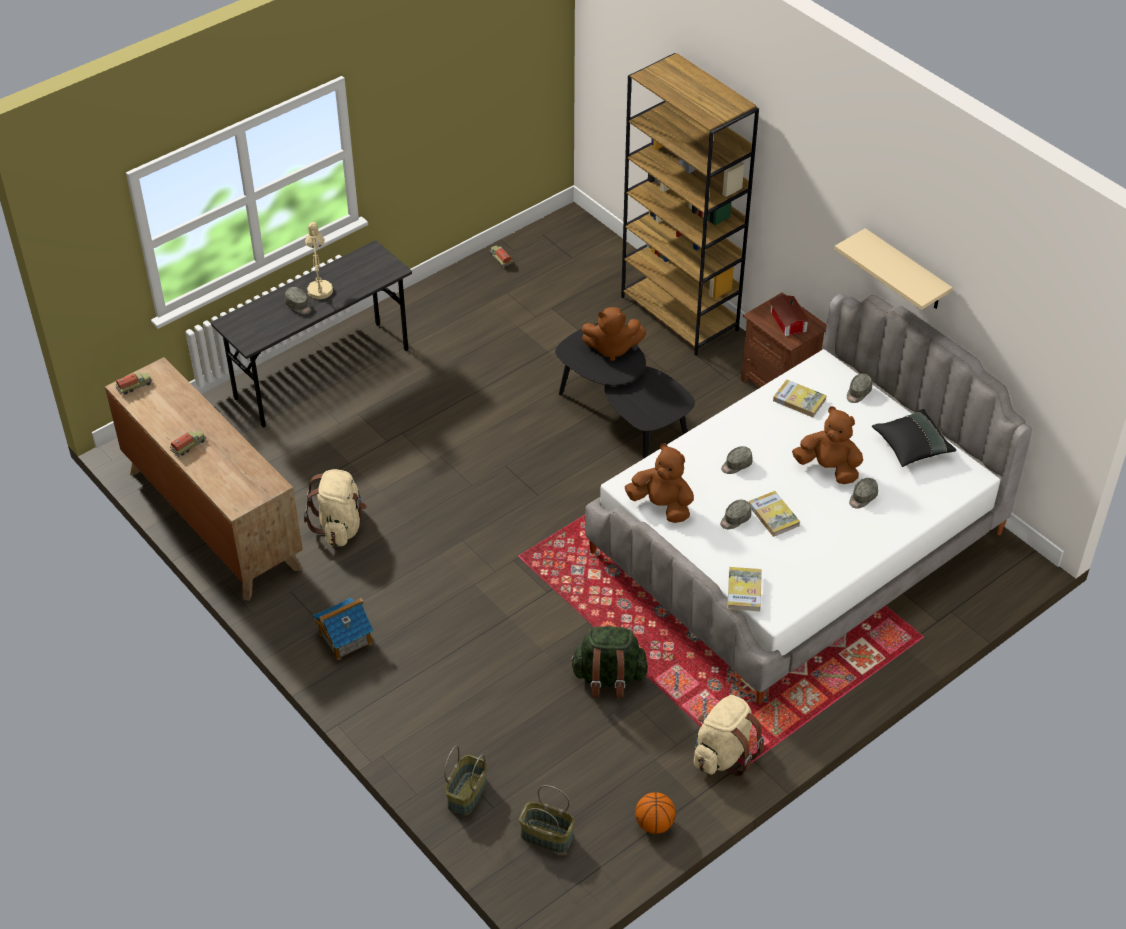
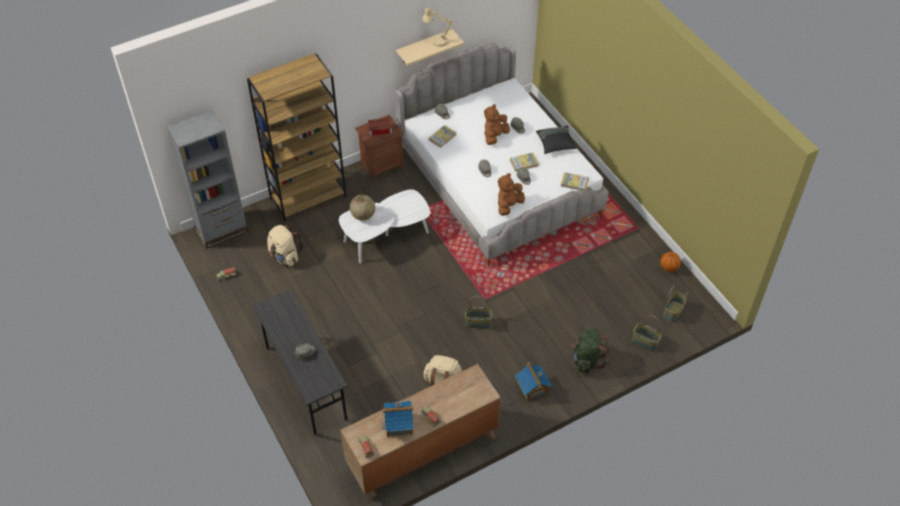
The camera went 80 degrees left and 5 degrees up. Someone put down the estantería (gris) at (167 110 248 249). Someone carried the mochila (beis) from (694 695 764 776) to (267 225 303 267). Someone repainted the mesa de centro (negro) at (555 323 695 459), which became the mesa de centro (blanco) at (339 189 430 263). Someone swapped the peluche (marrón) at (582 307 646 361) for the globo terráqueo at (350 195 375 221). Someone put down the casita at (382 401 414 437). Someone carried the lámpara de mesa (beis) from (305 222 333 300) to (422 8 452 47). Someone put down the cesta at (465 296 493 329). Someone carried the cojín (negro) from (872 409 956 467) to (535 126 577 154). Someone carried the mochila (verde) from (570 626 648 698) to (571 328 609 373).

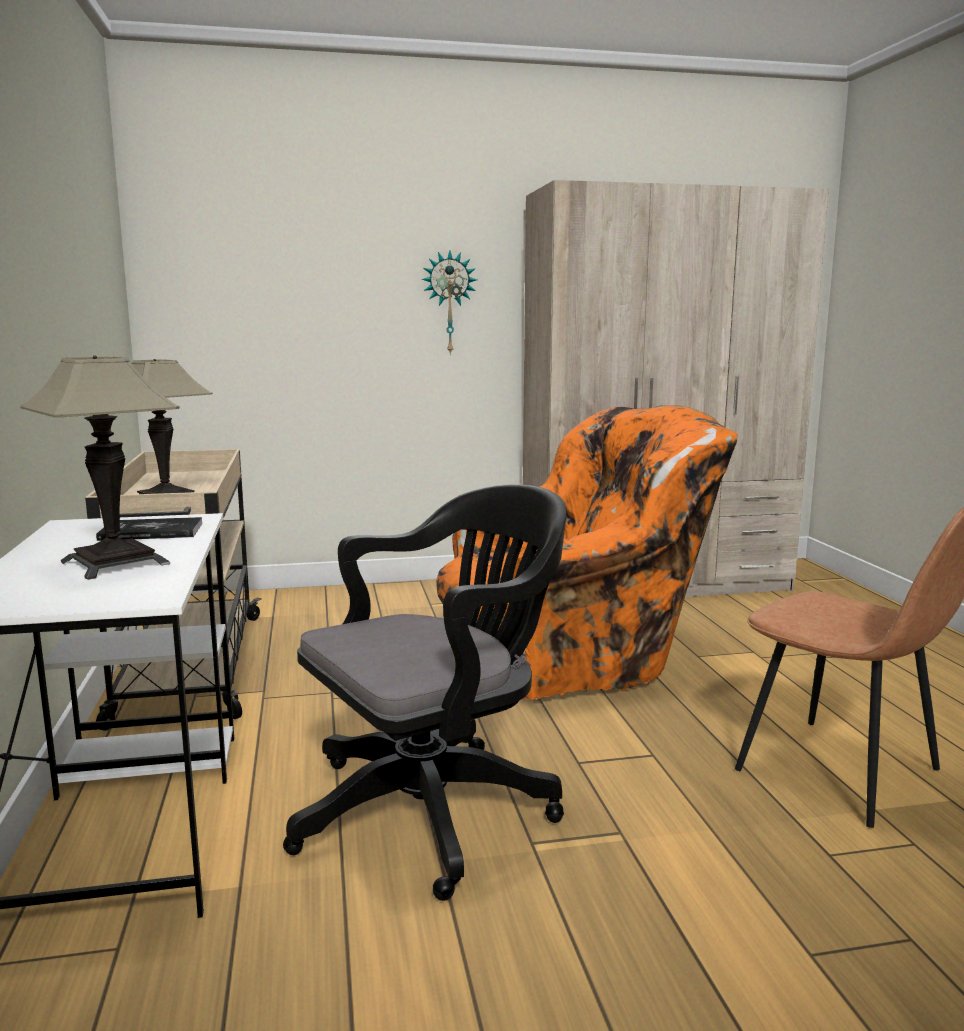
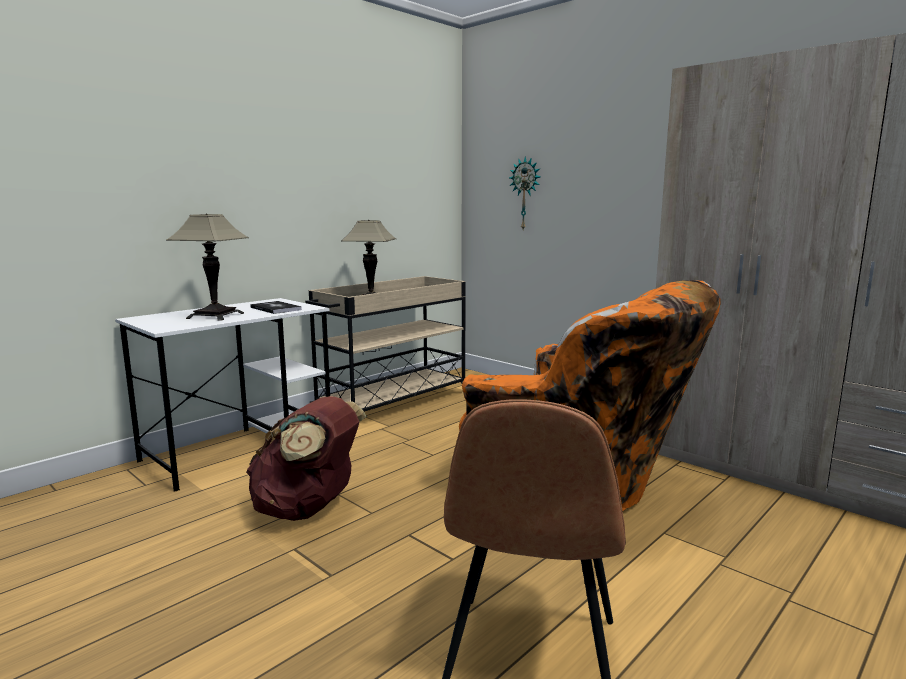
The camera went 55 degrees right and 0 degrees up. Someone swapped the silla de oficina (negro) at (283 484 567 901) for the mochila (marrón) at (246 396 367 521). Someone carried the reloj de pared from (422 250 477 355) to (509 157 540 229).

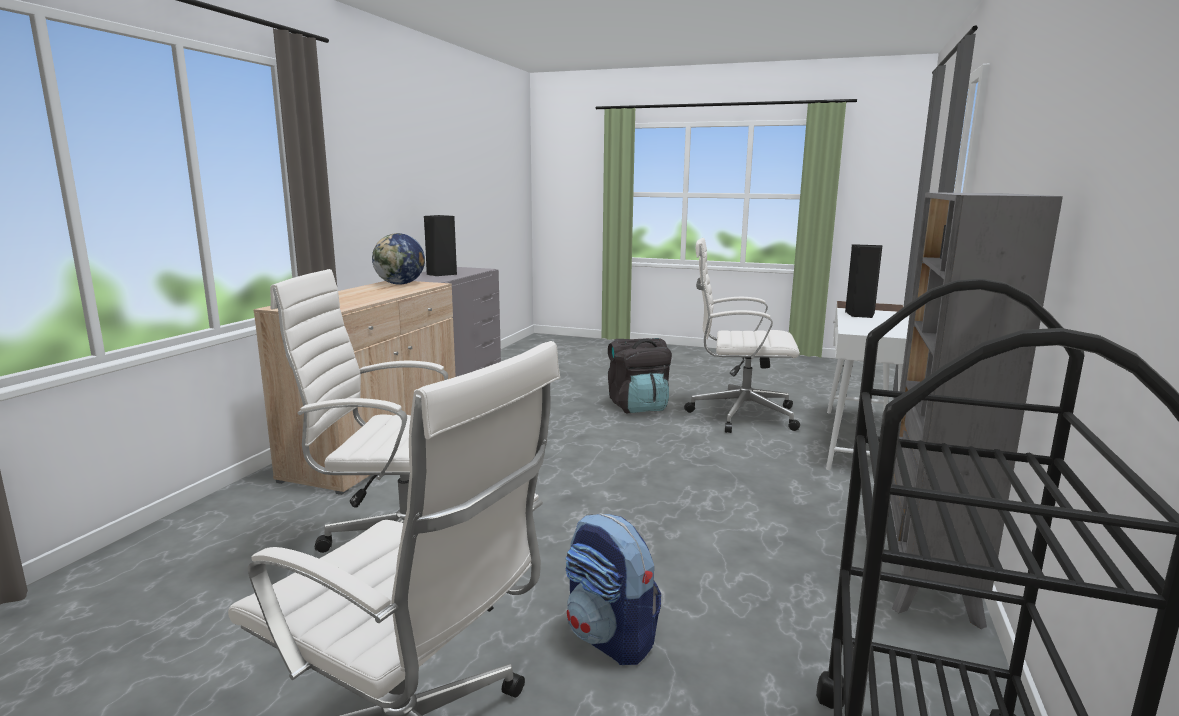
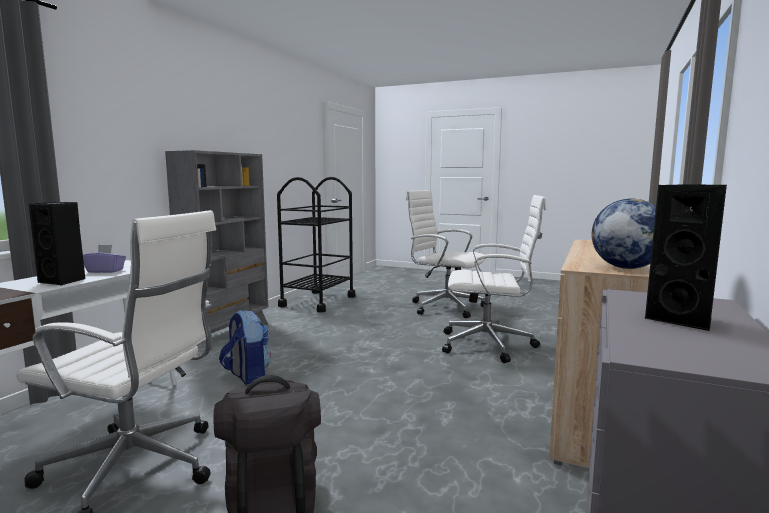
The camera went 175 degrees left and 5 degrees down. Someone put down the caja de pañuelos (morado) at (83 245 126 273). Someone carried the mochila from (566 513 661 665) to (219 310 271 385).

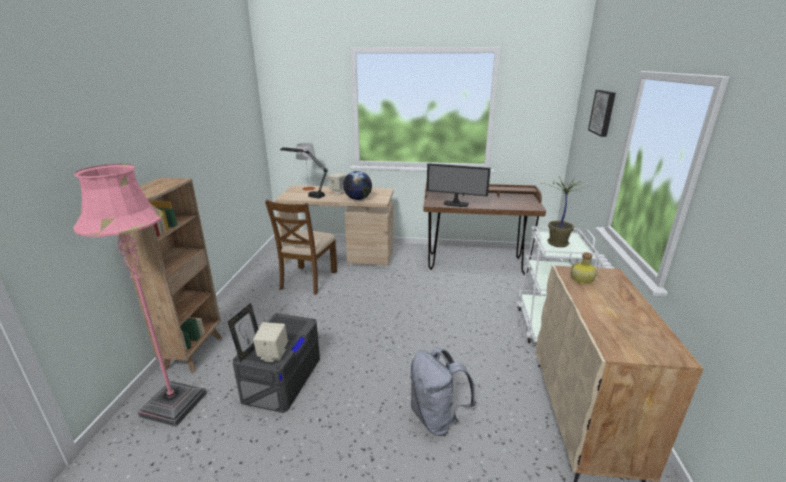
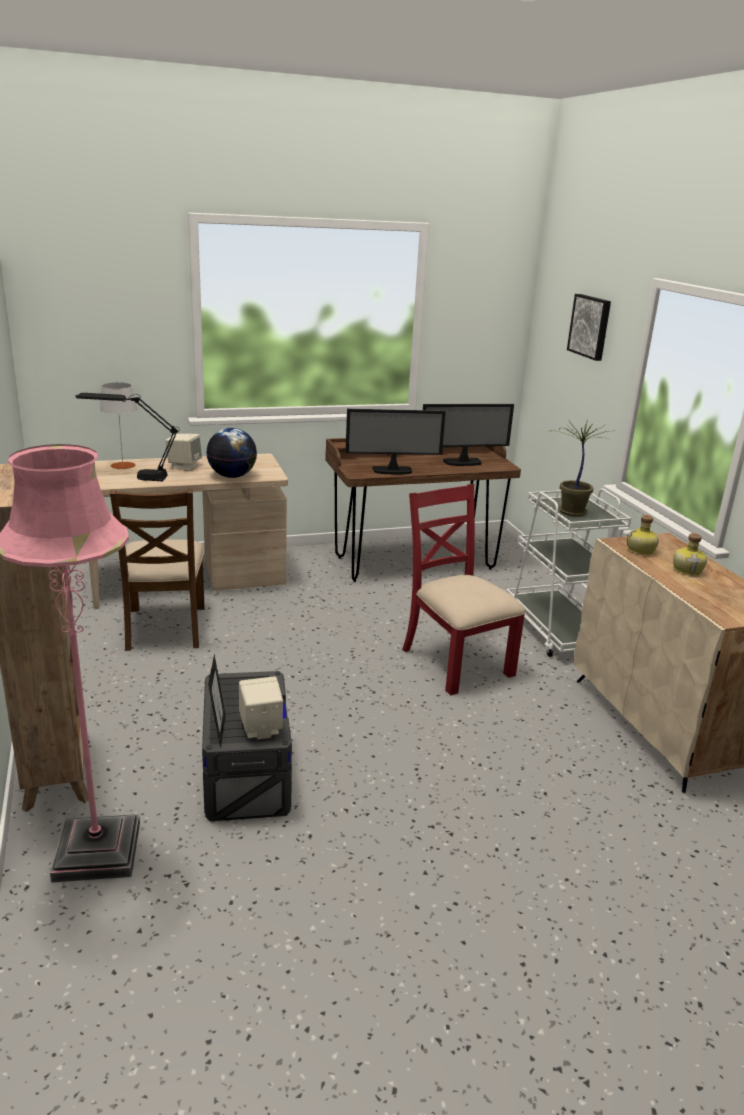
The camera went 25 degrees left and 0 degrees up. Someone put down the silla (rojo) at (402 484 525 695). Someone put down the monitor at (423 404 514 466). Someone put down the botella at (673 533 707 576). Someone took away the mochila (gris) at (410 347 476 436).

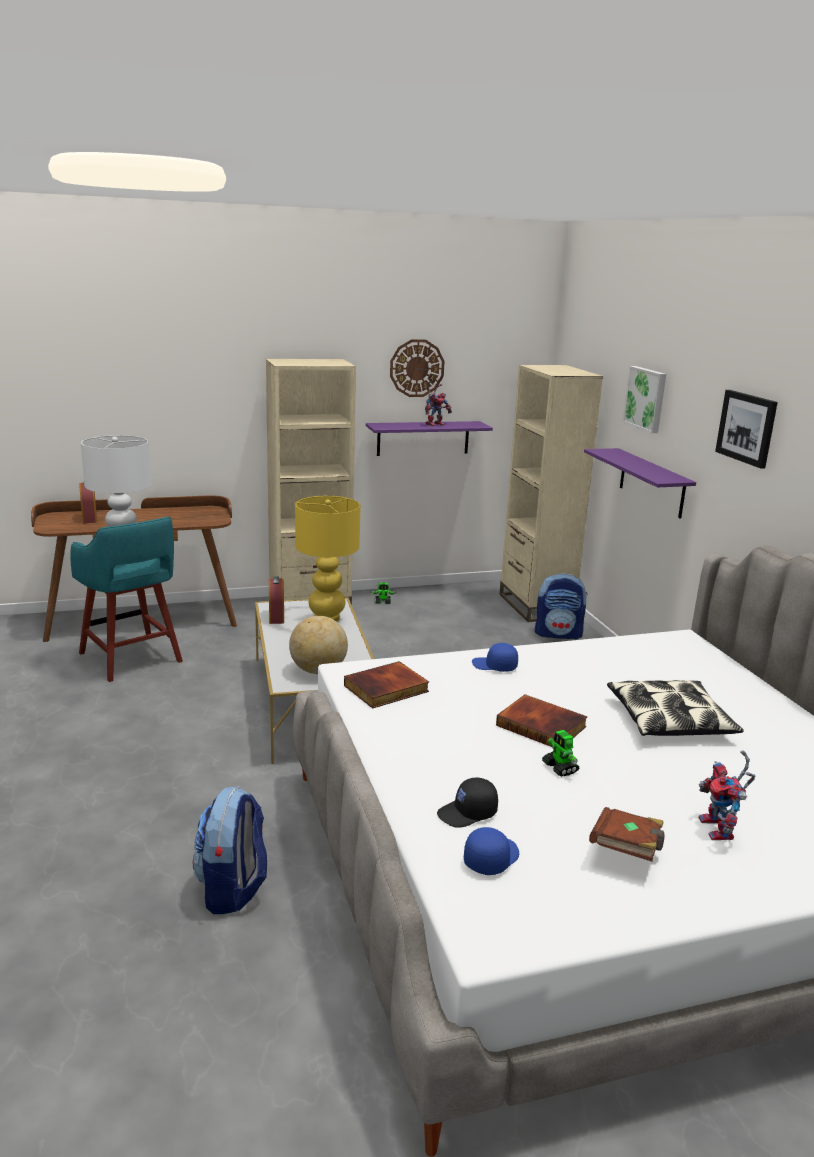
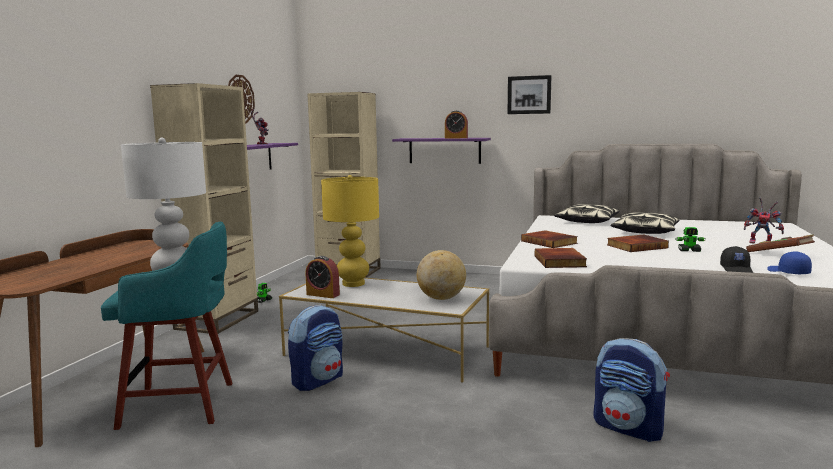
The camera went 55 degrees left and 10 degrees down. Someone carried the mochila from (535 573 588 639) to (288 304 343 391). Someone carried the despertador from (80 483 97 523) to (445 110 468 138). Someone swapped the gorra (azul) at (472 643 518 672) for the libro at (521 230 578 248). Someone put down the cojín at (554 204 619 223). Someone took away the cuadro at (623 366 666 433).

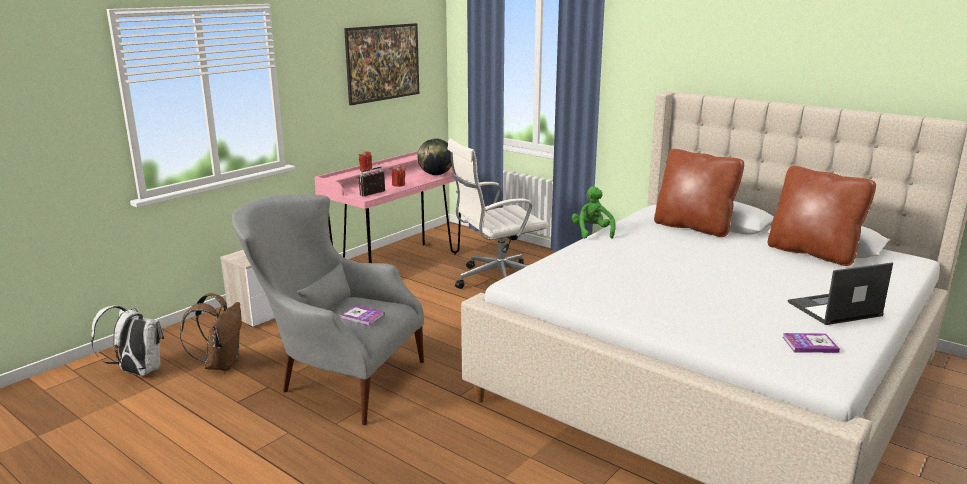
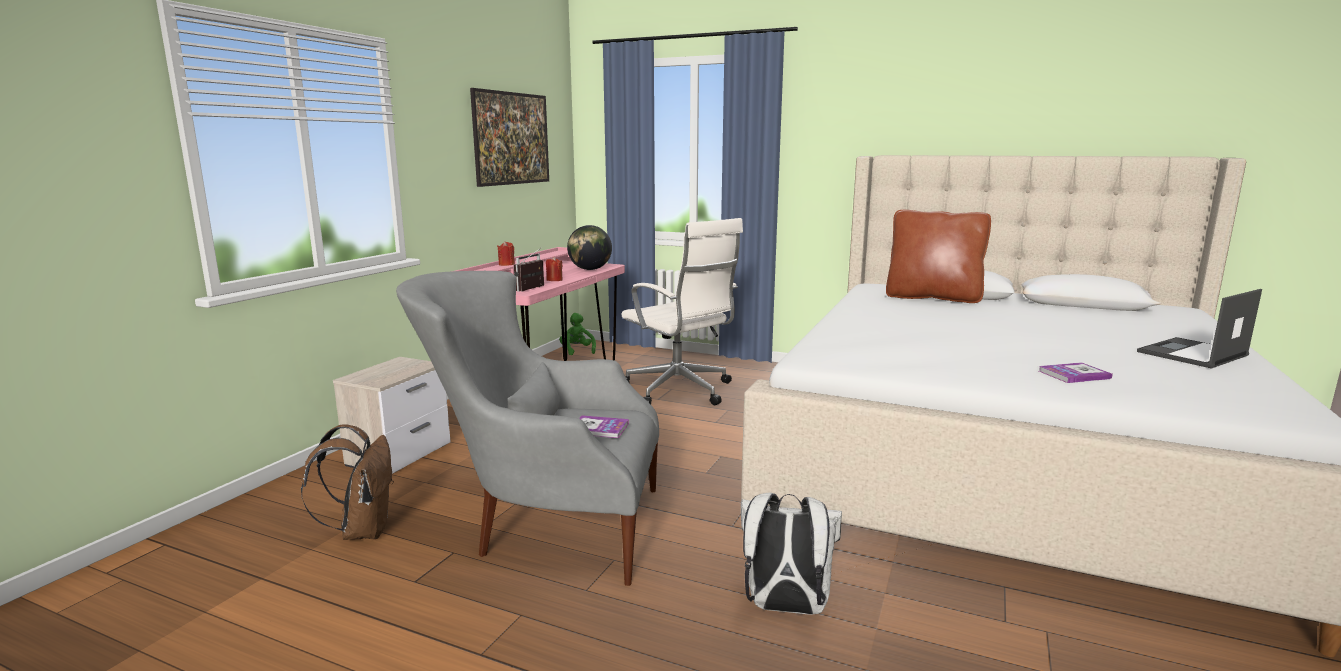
The camera went 15 degrees left and 5 degrees down. Someone carried the peluche (verde) from (572 186 616 238) to (559 313 596 355). Someone rotated the silla de oficina (blanco) at (447 138 549 289) by 90 degrees counterclockwise. Someone carried the mochila (blanco) from (91 305 164 376) to (741 492 842 615). Someone carried the libro from (783 333 840 353) to (1039 362 1113 383). Someone took away the cojín (marrón) at (768 166 876 266).

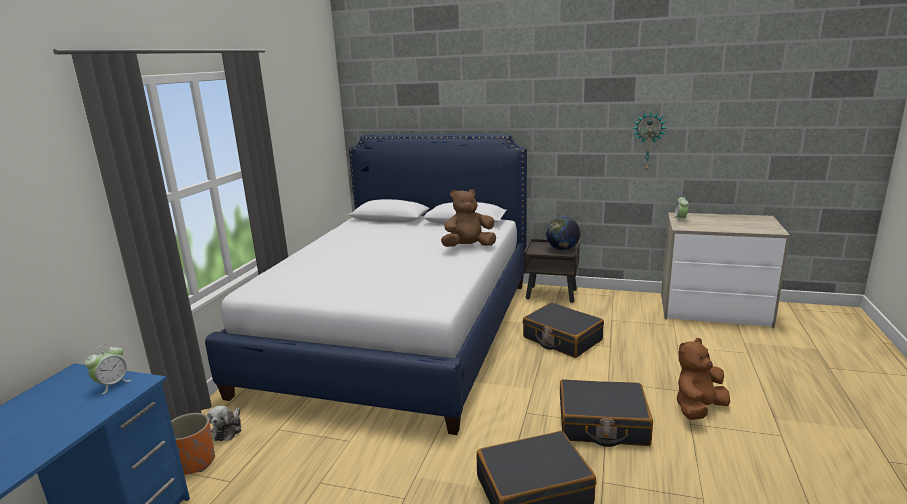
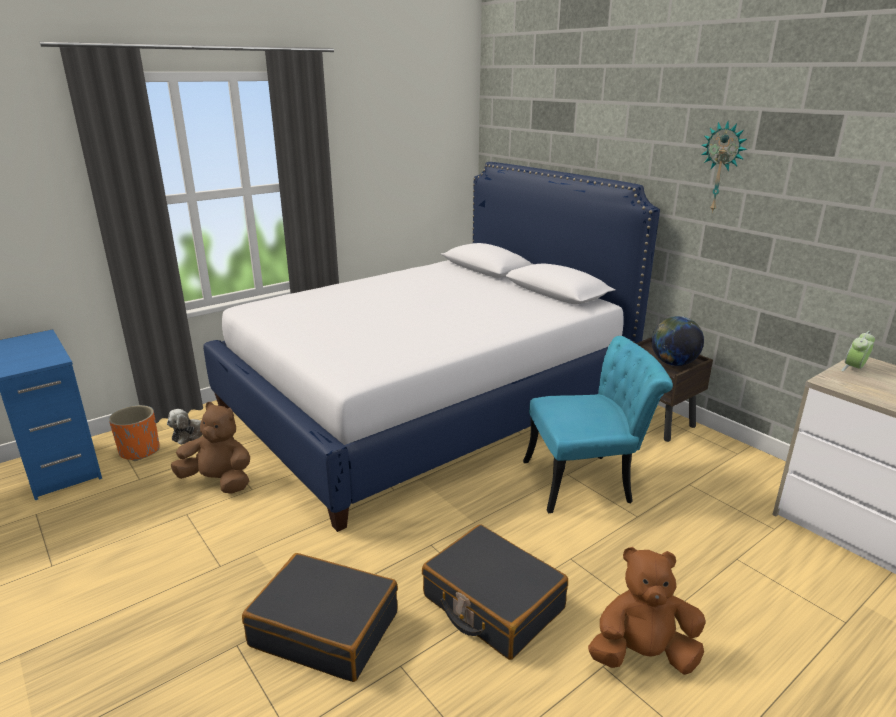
The camera went 35 degrees right and 5 degrees up. Someone carried the peluche (marrón) from (441 189 496 247) to (171 402 250 494). Someone swapped the maleta (negro) at (523 302 604 358) for the silla (turquesa) at (523 336 673 513). Someone carried the reloj de pared from (633 112 667 171) to (701 121 747 213). Someone took away the despertador at (85 345 131 395).

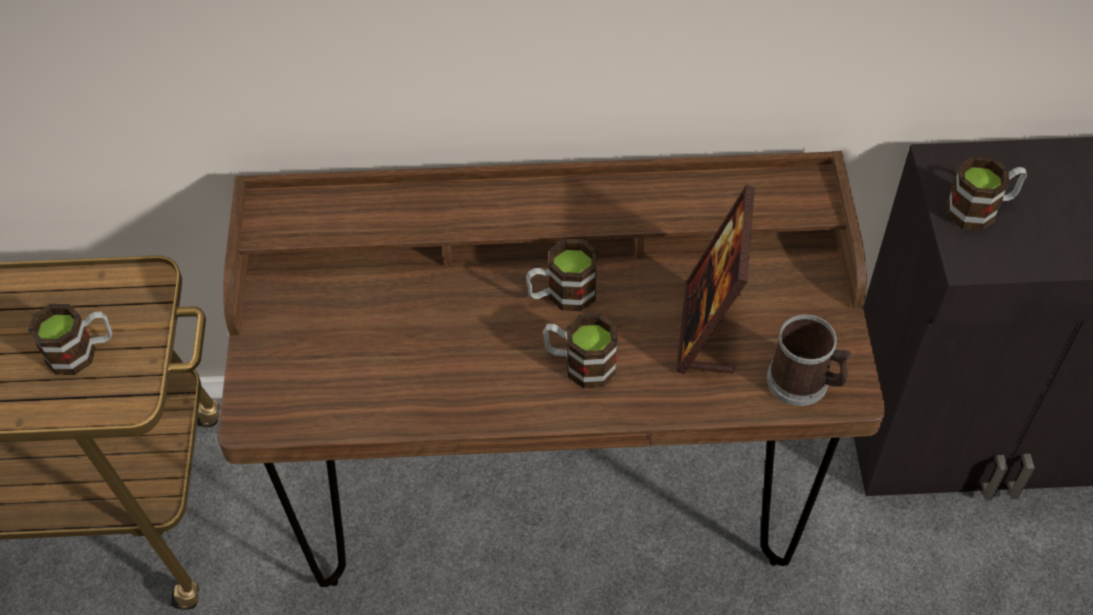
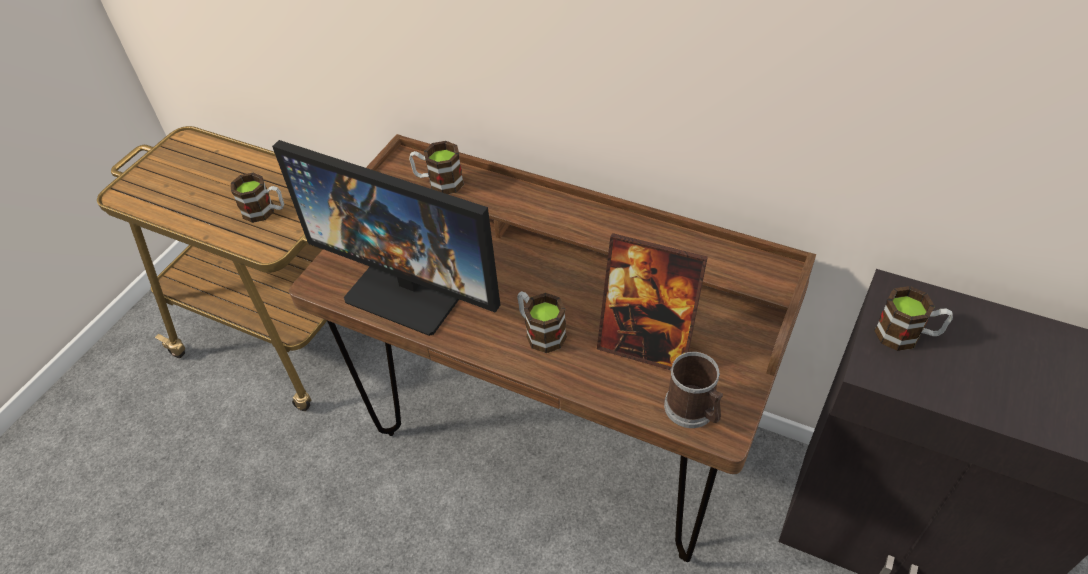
The camera went 30 degrees right and 5 degrees down. Someone put down the monitor at (272 140 500 336). Someone carried the taza grande from (526 239 597 311) to (409 141 464 194). Someone rotated the portarretratos at (676 185 755 374) by 105 degrees counterclockwise.

